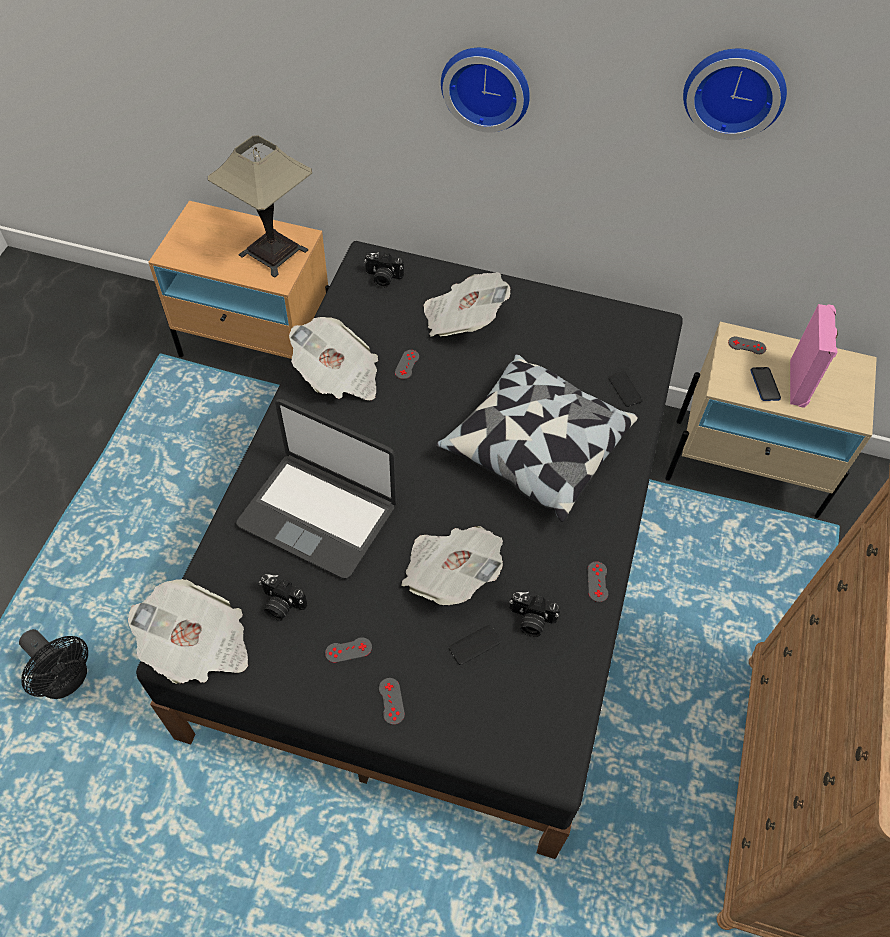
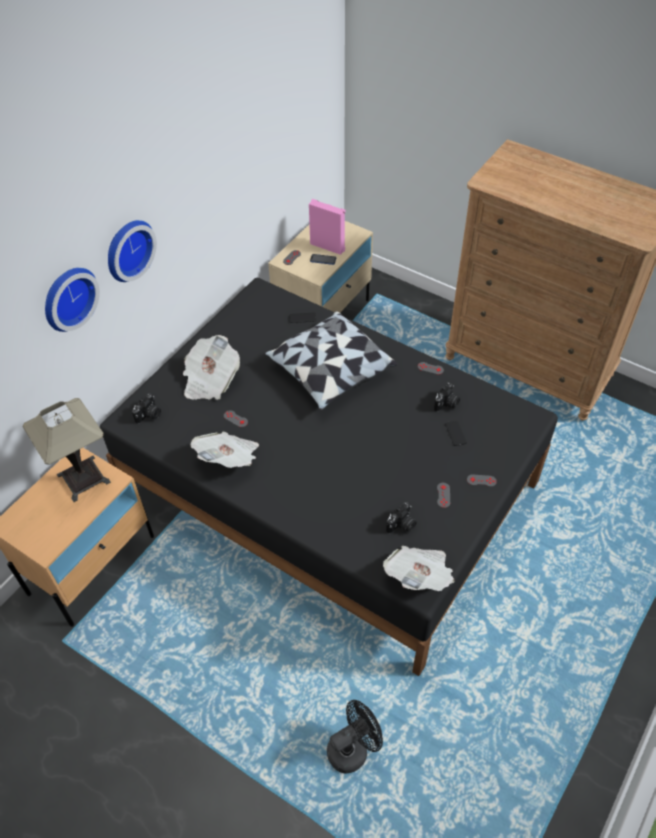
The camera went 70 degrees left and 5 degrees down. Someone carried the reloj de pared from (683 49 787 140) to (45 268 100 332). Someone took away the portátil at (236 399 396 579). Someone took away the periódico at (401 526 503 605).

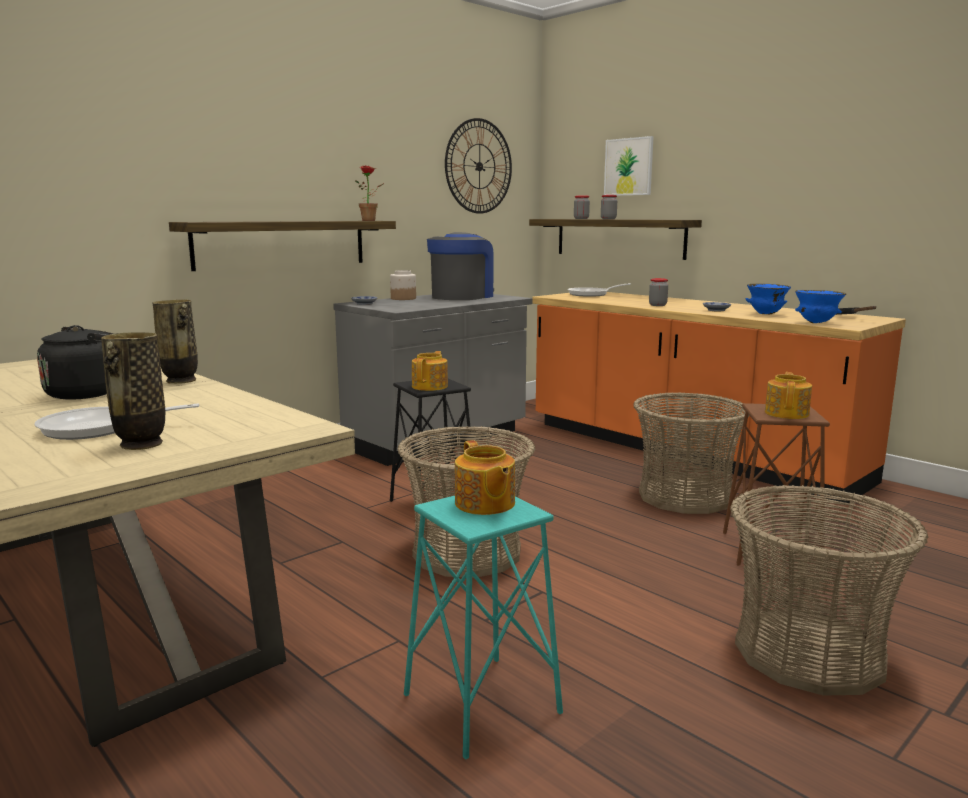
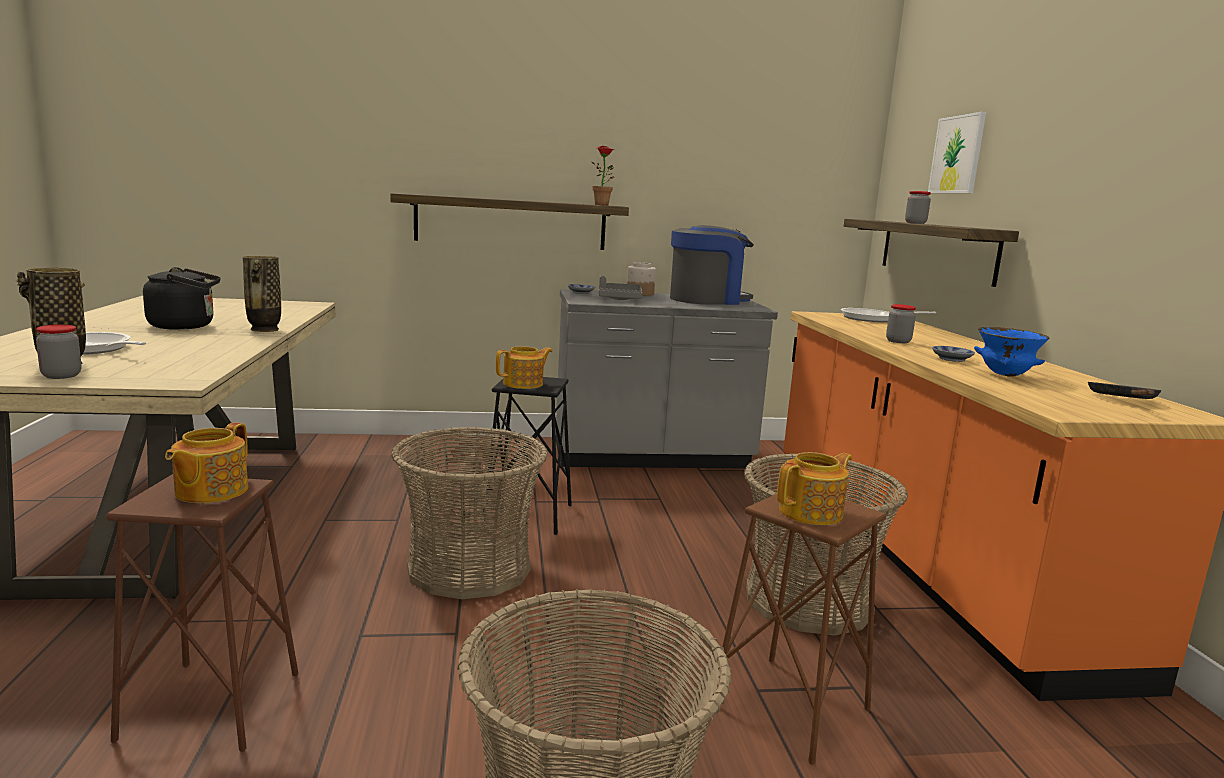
The camera went 35 degrees right and 0 degrees up. Someone carried the tarro from (574 195 590 219) to (36 325 81 379). Someone repainted the taburete (turquesa) at (404 496 563 760), which became the taburete (marrón) at (106 474 299 752). Someone put down the bandeja (gris) at (599 276 642 300). Someone took away the reloj de pared at (445 118 512 214). Someone took away the cuenco (azul) at (795 290 846 323).

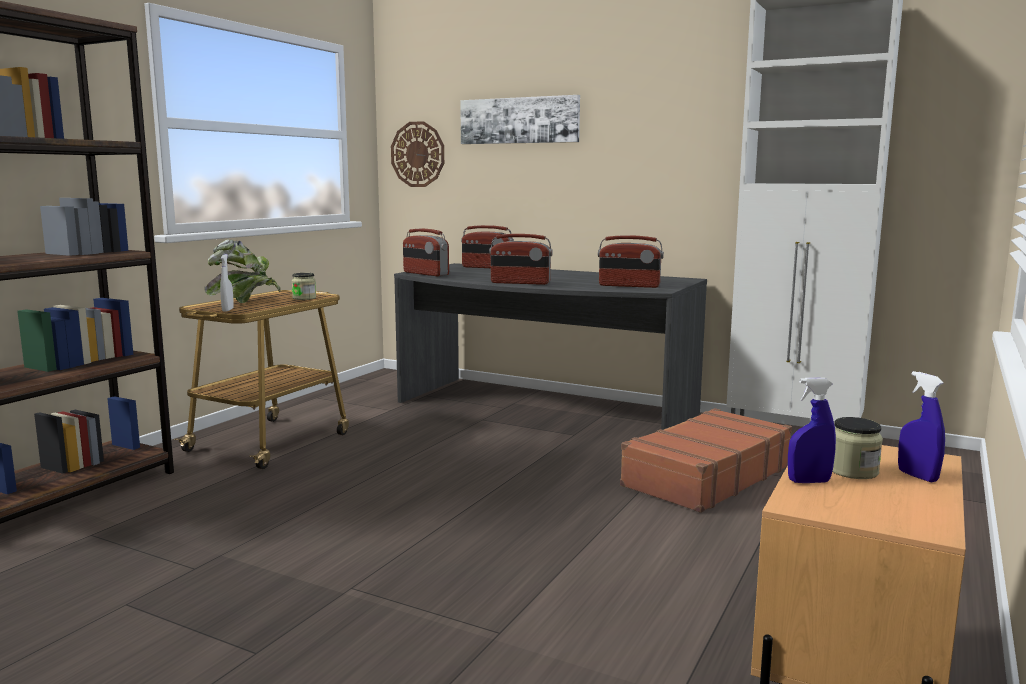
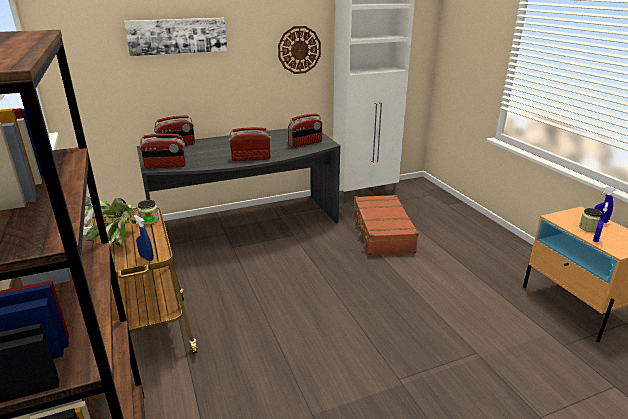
The camera went 50 degrees left and 15 degrees up. Someone repainted the pulverizador (blanco) at (220 254 234 312), which became the pulverizador (azul) at (134 215 154 261). Someone rotated the radio at (489 234 553 285) by 150 degrees counterclockwise. Someone carried the reloj de pared from (391 121 444 187) to (278 26 321 74).

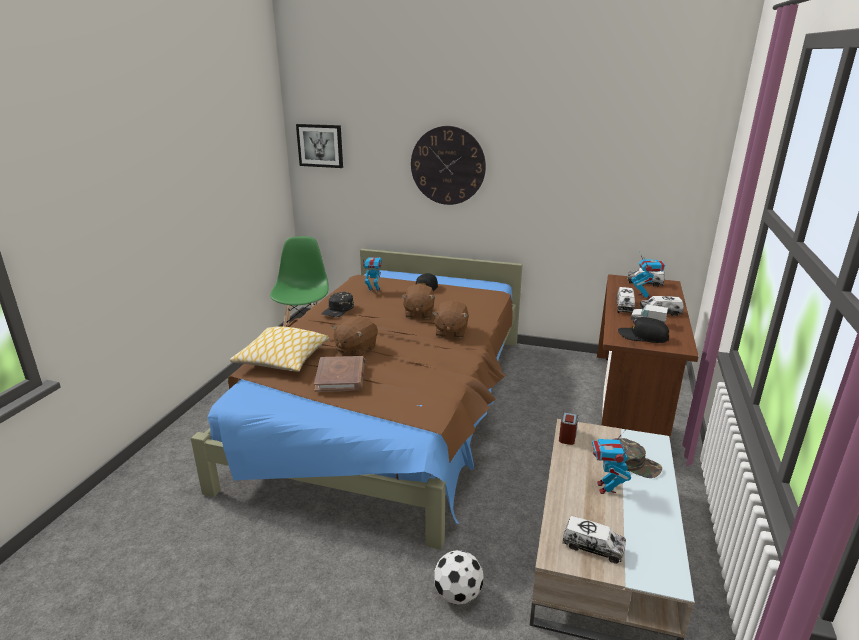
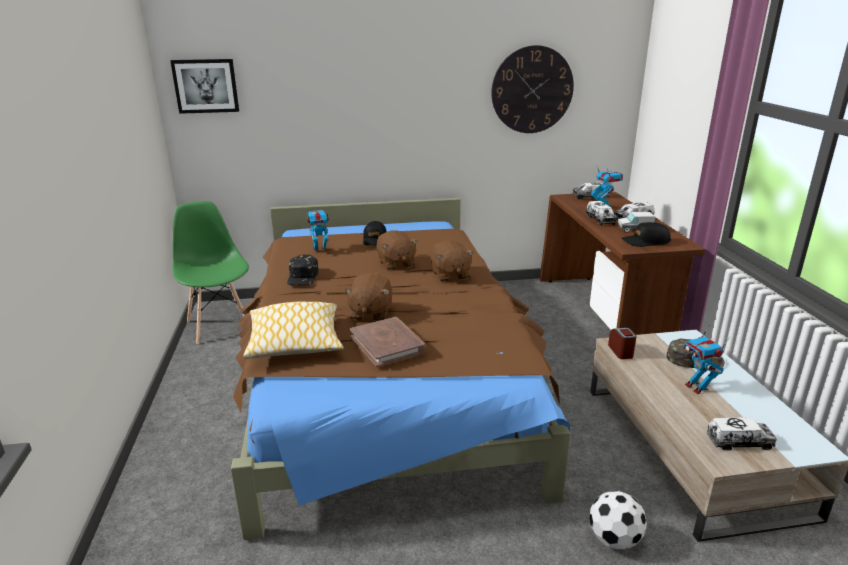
The camera went 25 degrees left and 0 degrees up. Someone carried the reloj de pared from (411 126 486 205) to (491 45 574 133).

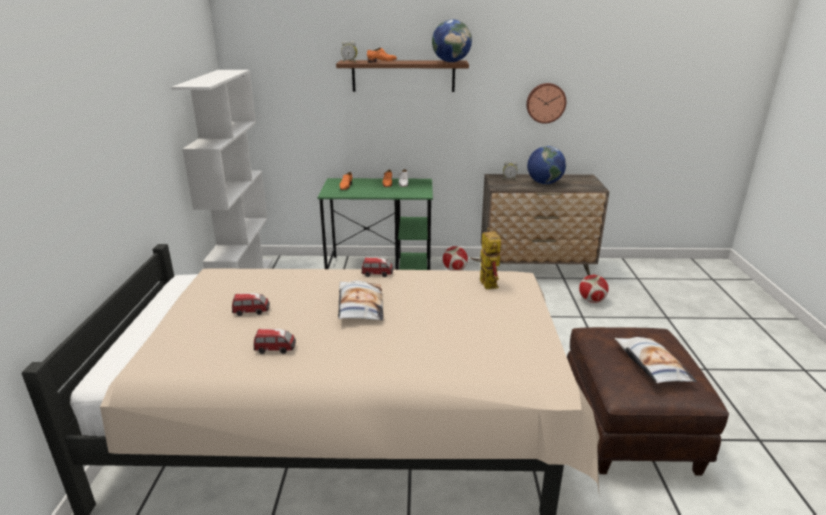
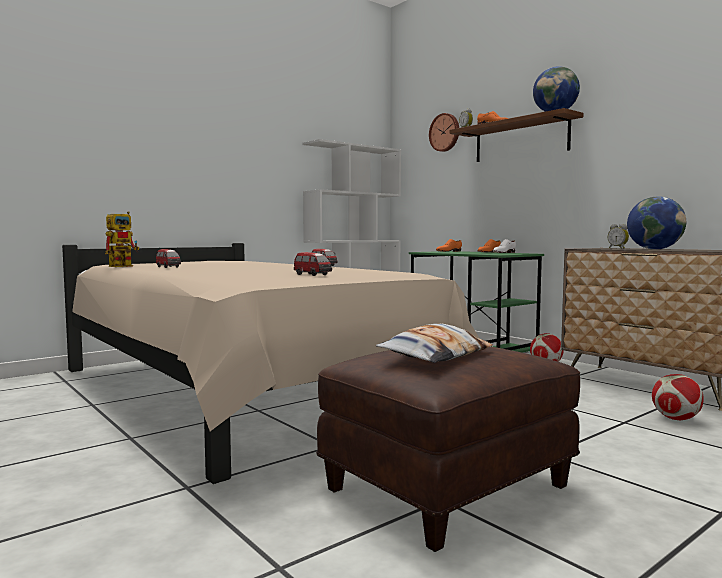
The camera went 50 degrees right and 20 degrees down. Someone carried the robot de juguete from (471 228 501 289) to (105 211 139 267). Someone carried the coche de juguete from (232 293 270 316) to (294 252 332 276). Someone carried the reloj de pared from (526 83 566 124) to (429 113 459 152). Someone took away the cojín at (338 281 384 320).

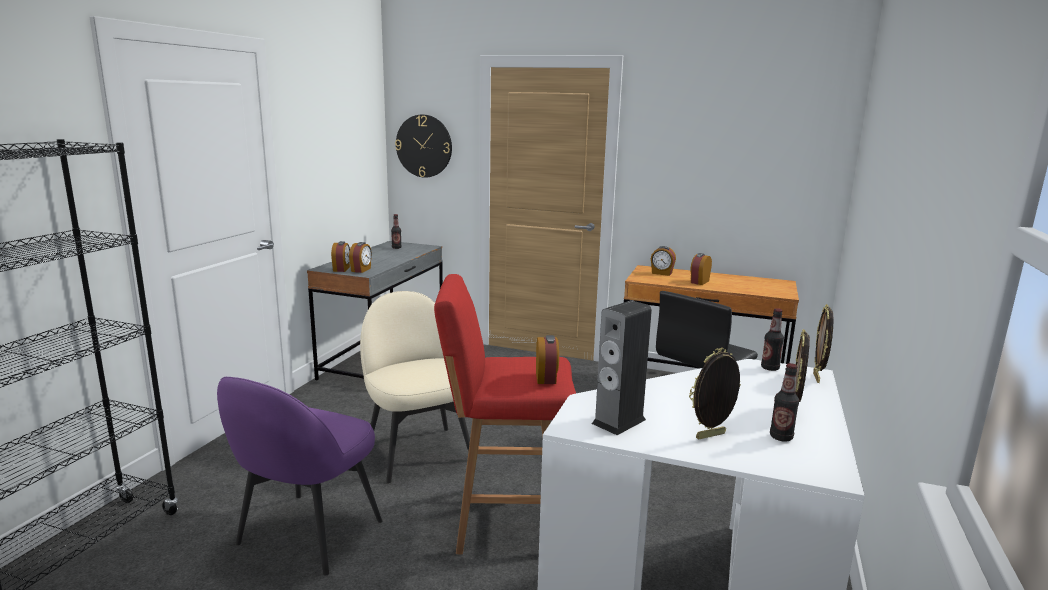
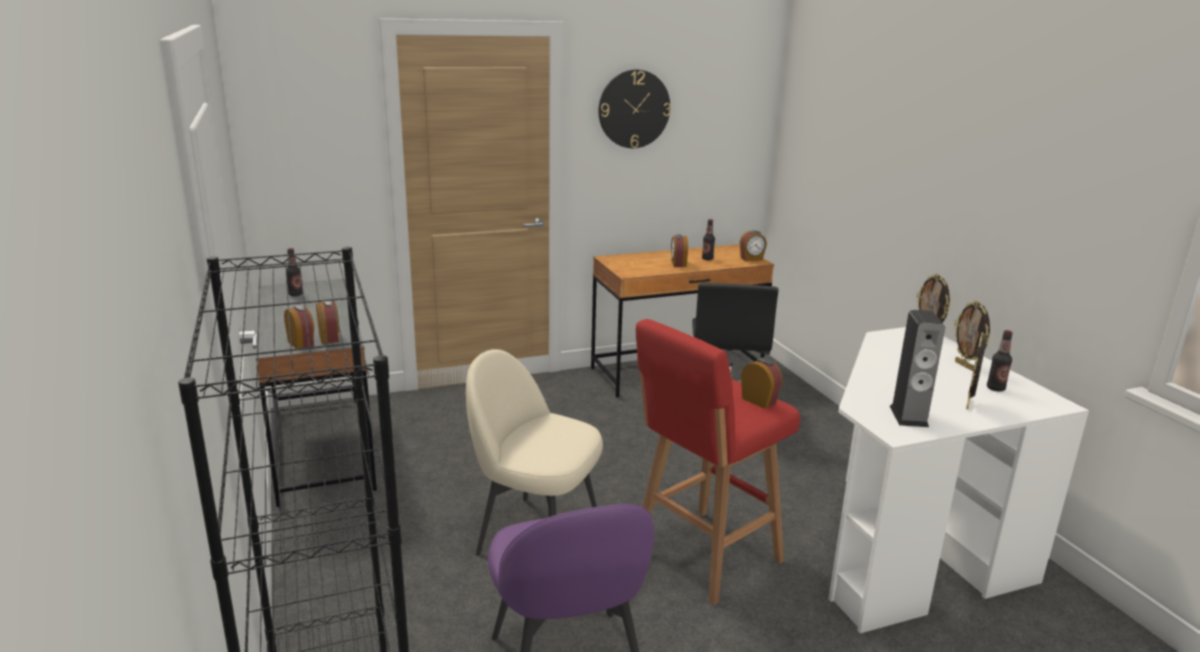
The camera went 40 degrees left and 5 degrees up. Someone carried the reloj de pared from (395 115 452 178) to (598 70 671 148). Someone carried the botella from (761 308 784 371) to (702 219 715 260). Someone carried the despertador from (651 246 676 276) to (739 230 767 261).

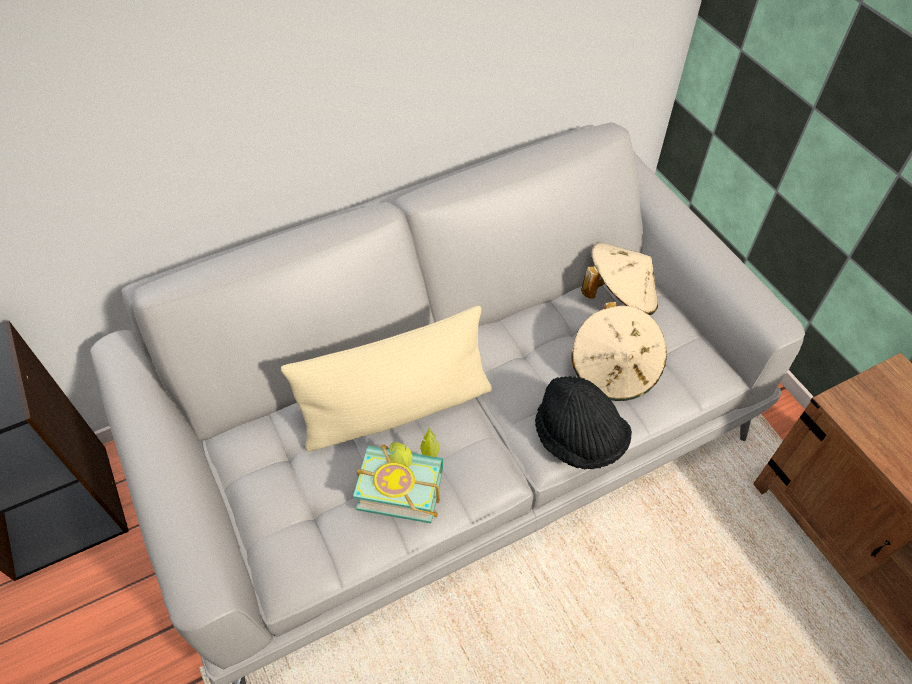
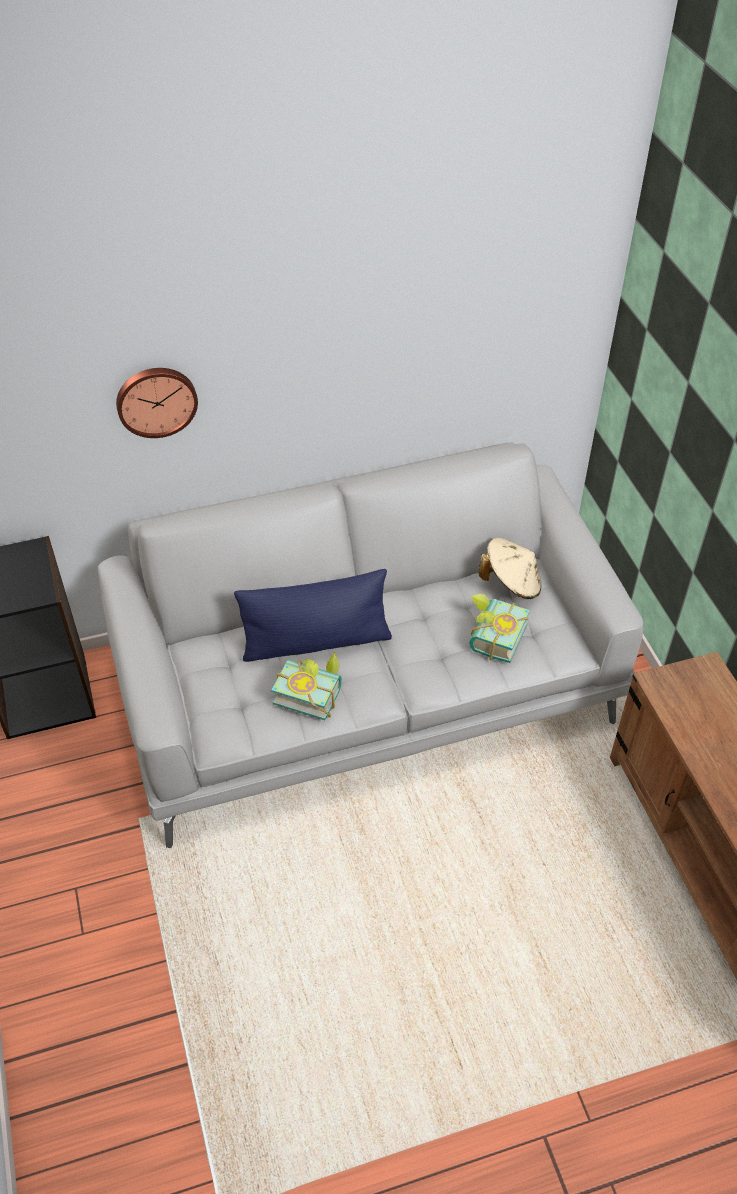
The camera went 10 degrees right and 5 degrees down. Someone put up the reloj de pared at (116 368 198 438). Someone repainted the cojín (beis) at (281 306 492 452), which became the cojín (azul) at (234 569 392 662). Someone swapped the sombrero (beis) at (571 302 667 401) for the libro at (469 593 530 663). Someone took away the sombrero (negro) at (535 376 632 469).

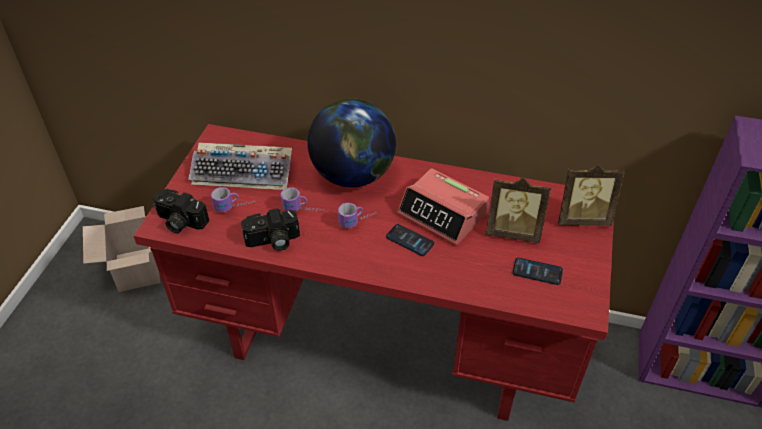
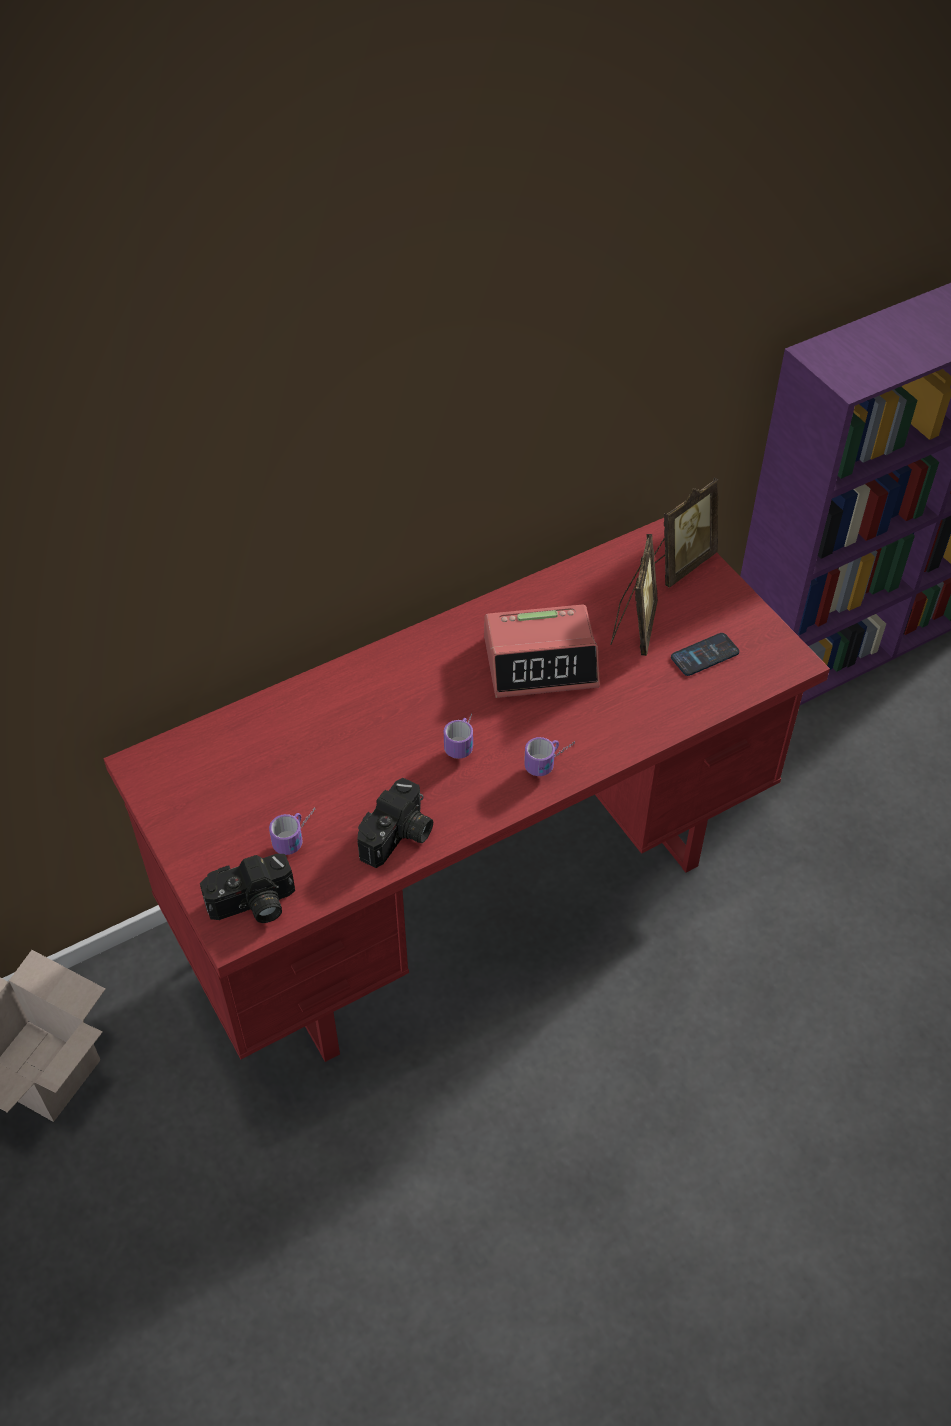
The camera went 45 degrees left and 5 degrees up. Someone carried the taza grande from (281 187 324 211) to (524 737 575 776). Someone rotated the portarretratos at (486 178 551 243) by 45 degrees counterclockwise. Someone took away the teclado at (188 143 292 190). Someone took away the globo terráqueo at (307 98 396 187). Someone took away the móvil at (386 224 434 256).

